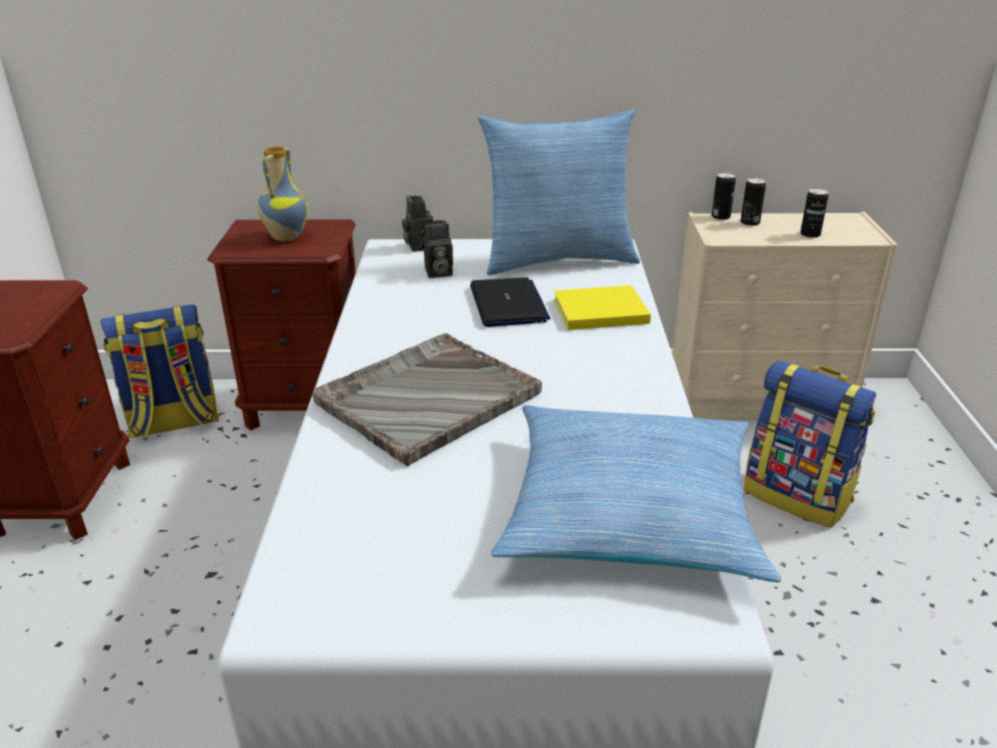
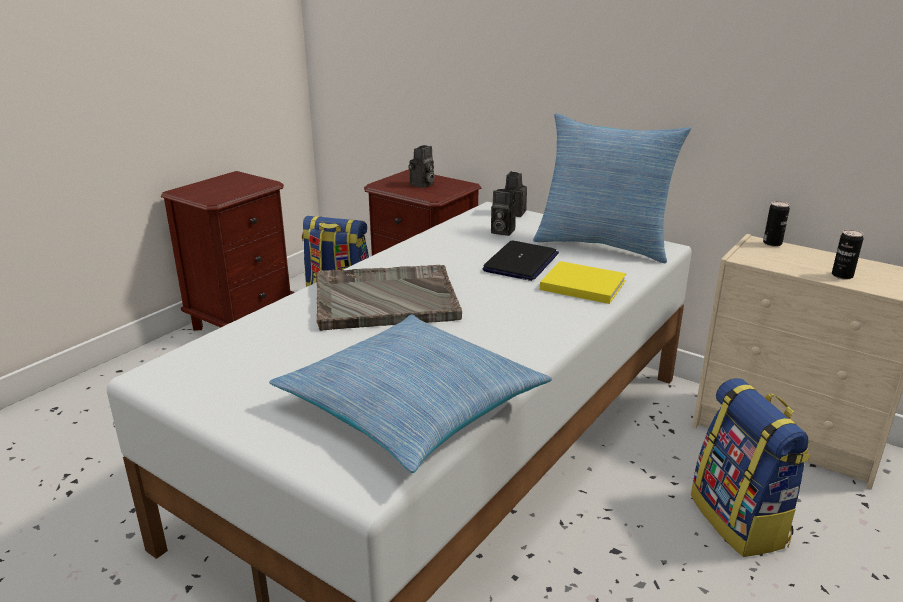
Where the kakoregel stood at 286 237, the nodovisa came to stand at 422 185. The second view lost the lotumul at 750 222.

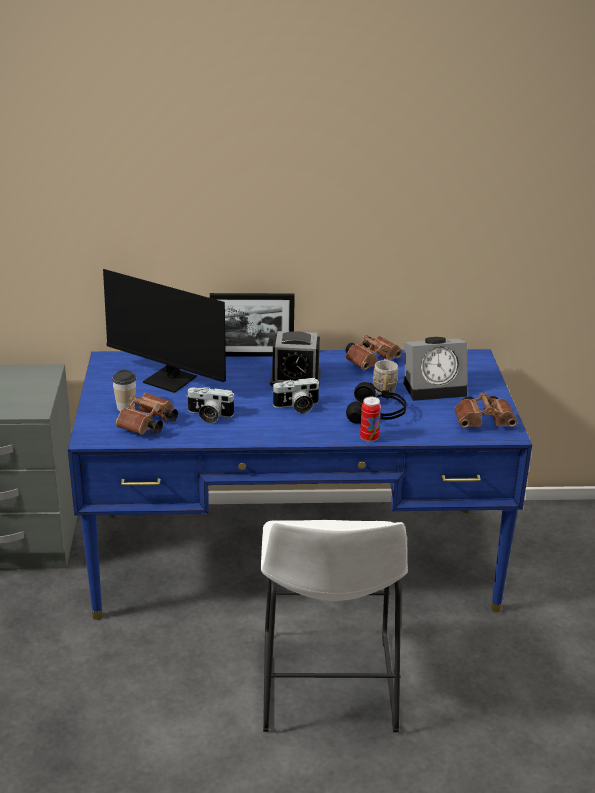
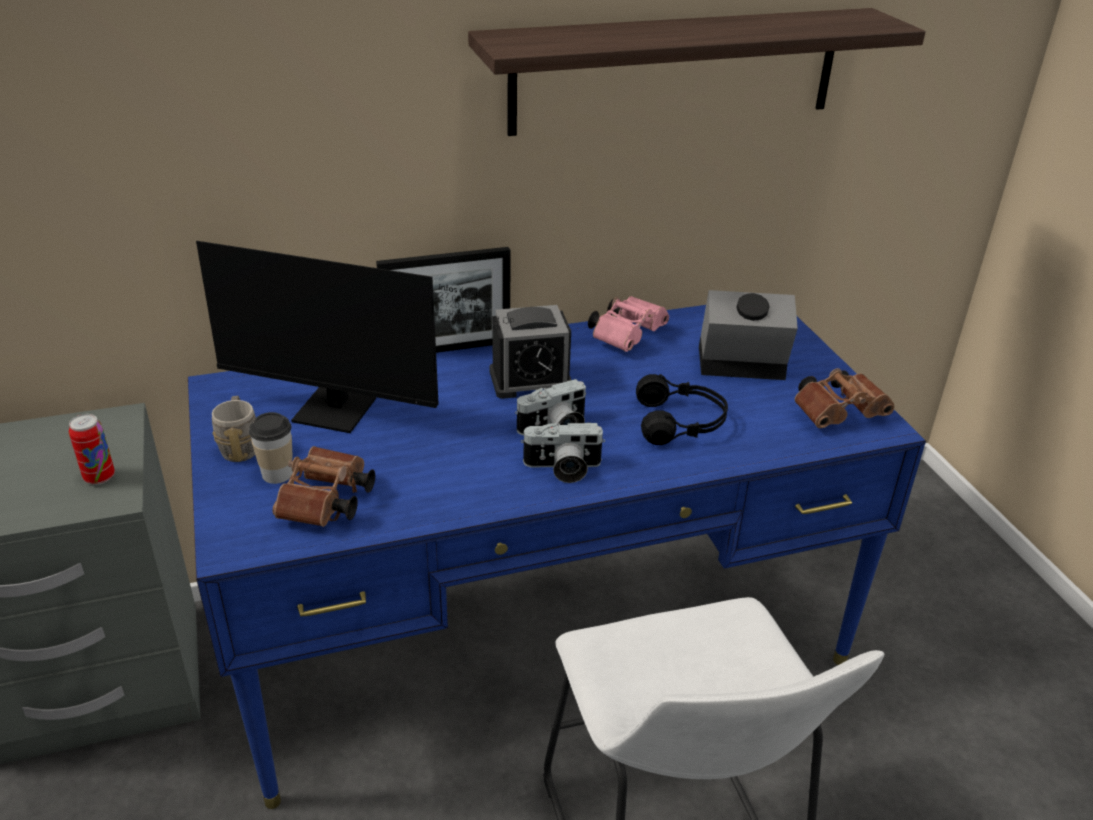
The nodovisa ended up elsewhere, having gone from 209 416 to 562 469. What was the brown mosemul at 372 361 turned into the pink mosemul at 627 335. The lotumul ended up elsewhere, having gone from 369 438 to 99 477. The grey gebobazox ended up elsewhere, having gone from 384 388 to 240 446. The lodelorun at 435 387 ended up facing another way, 150 degrees counterclockwise from before. The second view gained the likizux at 676 71.

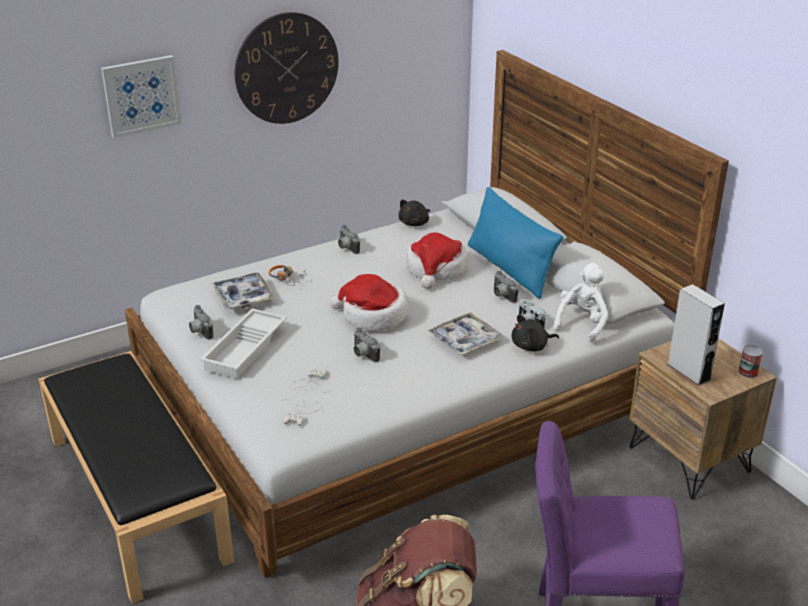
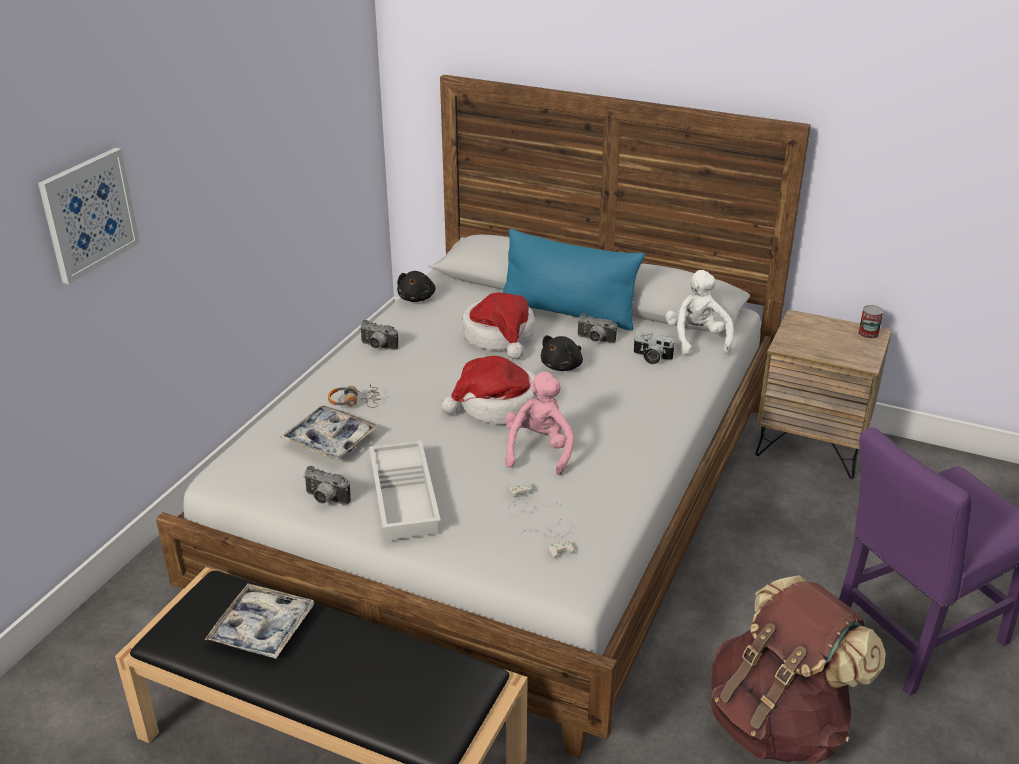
The second view lost the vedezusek at 286 68. Where the nodovisa stood at 363 355, the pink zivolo came to stand at 539 450. The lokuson ended up elsewhere, having gone from 465 340 to 262 629. The black zivolo ended up elsewhere, having gone from 531 346 to 563 366. The second view lost the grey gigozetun at 688 372.

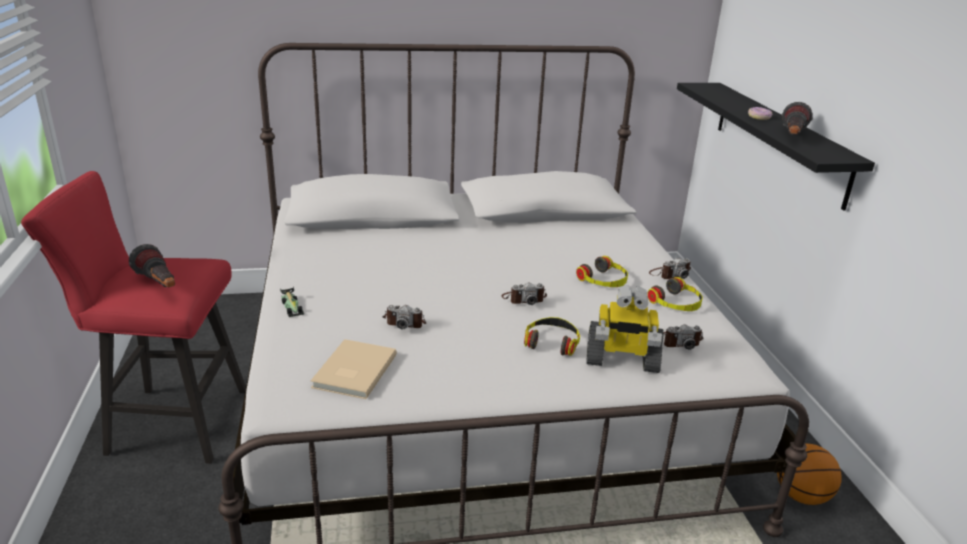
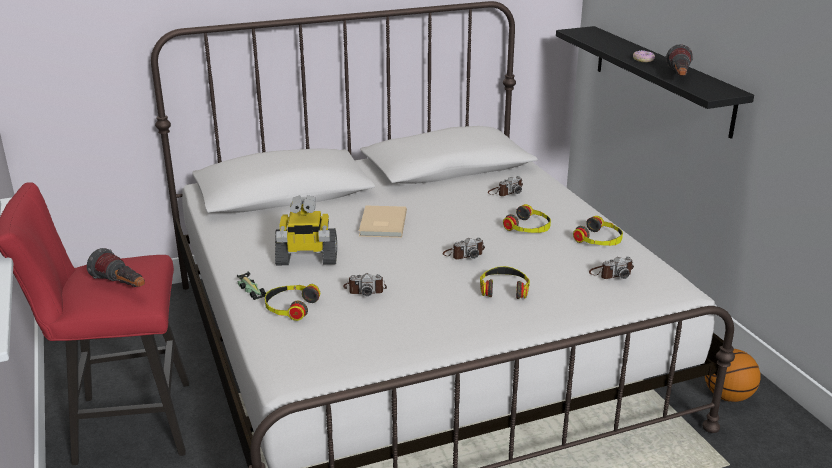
The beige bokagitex ended up elsewhere, having gone from 352 371 to 381 224. The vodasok ended up elsewhere, having gone from 621 359 to 306 258. The nodovisa ended up elsewhere, having gone from 669 274 to 505 192. The second view gained the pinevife at 290 307.

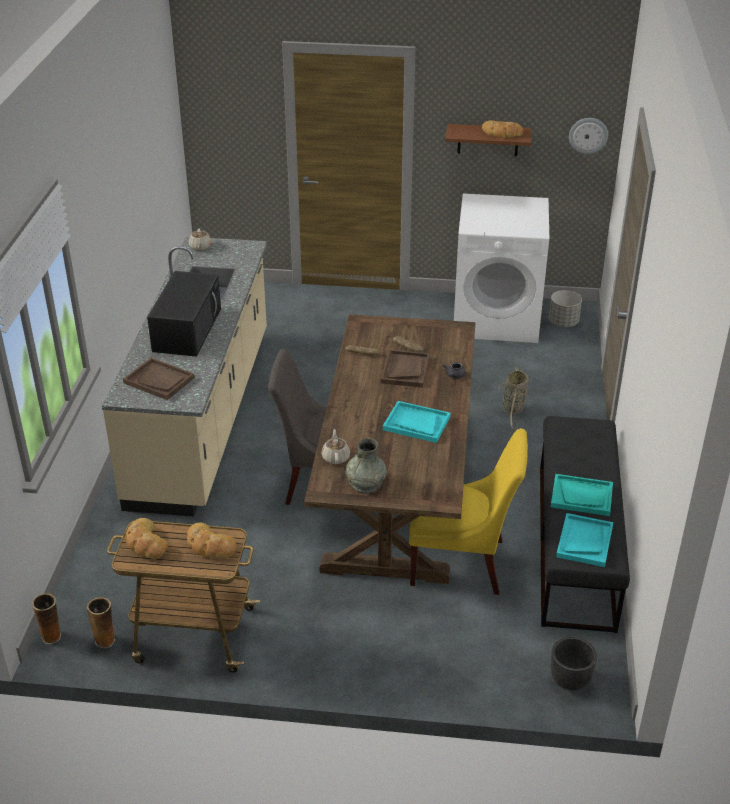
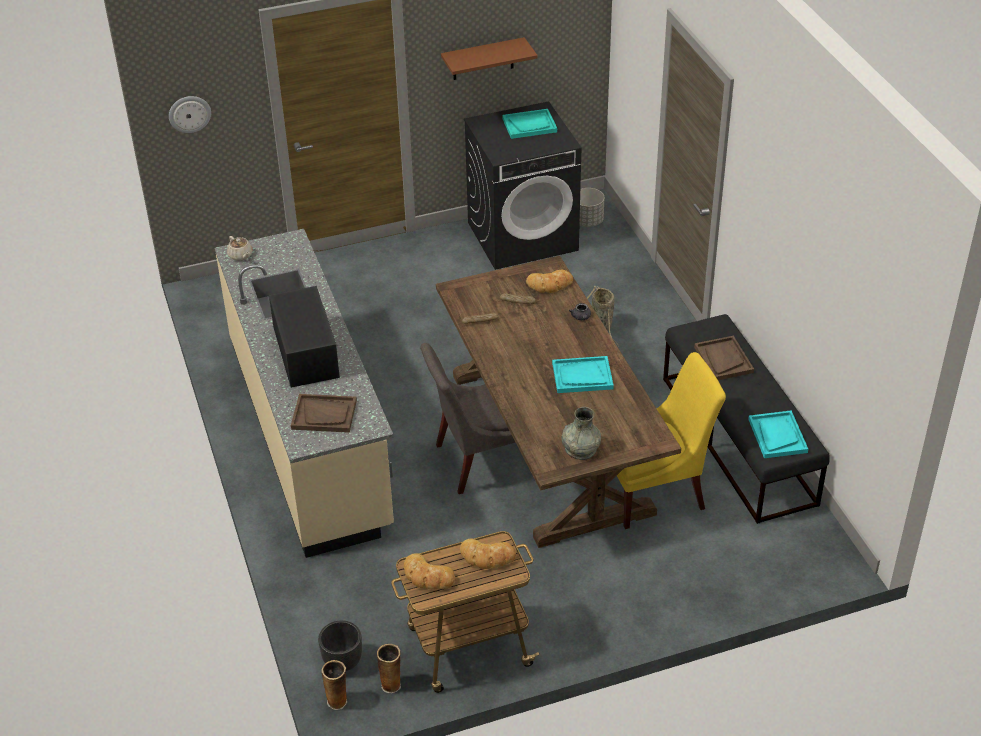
The second view lost the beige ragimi at 336 457. The brown lokuson ended up elsewhere, having gone from 405 370 to 723 360. What was the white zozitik at 497 319 turned into the black zozitik at 523 236. The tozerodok ended up elsewhere, having gone from 502 133 to 550 284. The turquoise lokuson ended up elsewhere, having gone from 581 496 to 529 125. The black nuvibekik ended up elsewhere, having gone from 570 681 to 343 662. The vedezusek ended up elsewhere, having gone from 588 135 to 189 113.

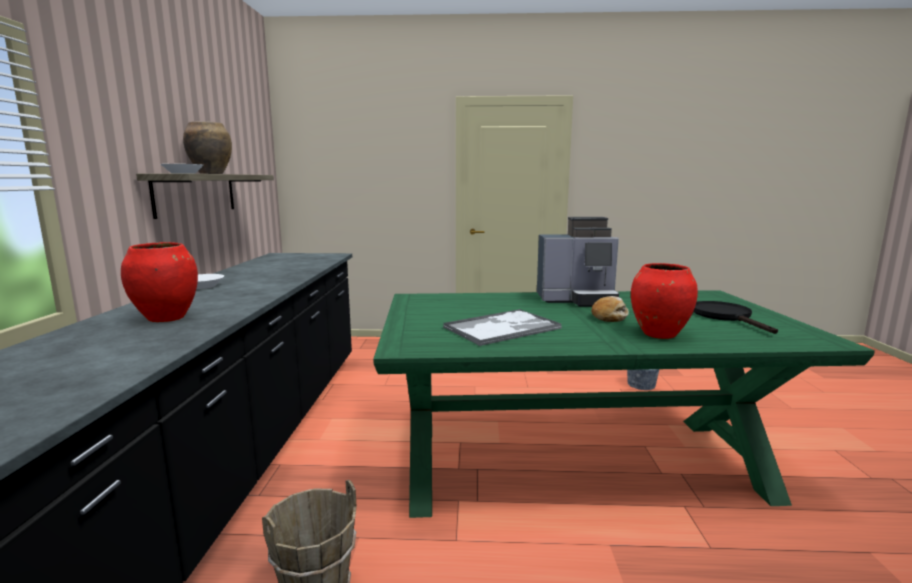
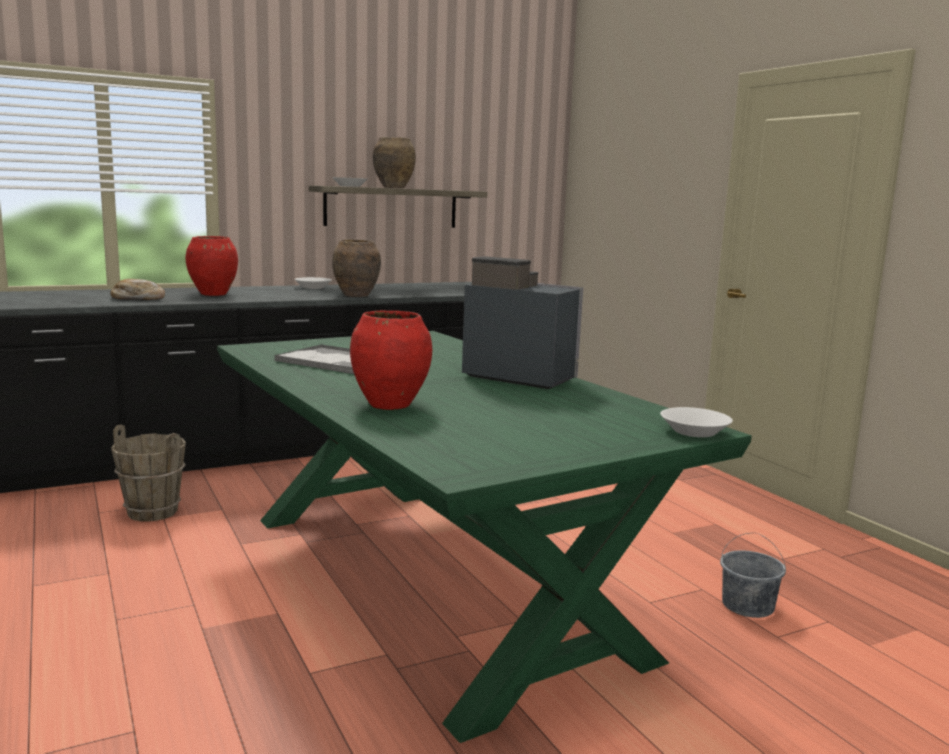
The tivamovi at 577 300 ended up facing another way, 150 degrees clockwise from before. The tozerodok ended up elsewhere, having gone from 609 316 to 137 298. The second view lost the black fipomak at 726 317. The second view gained the brown kakoregel at 356 295. The second view gained the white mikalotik at 694 431.

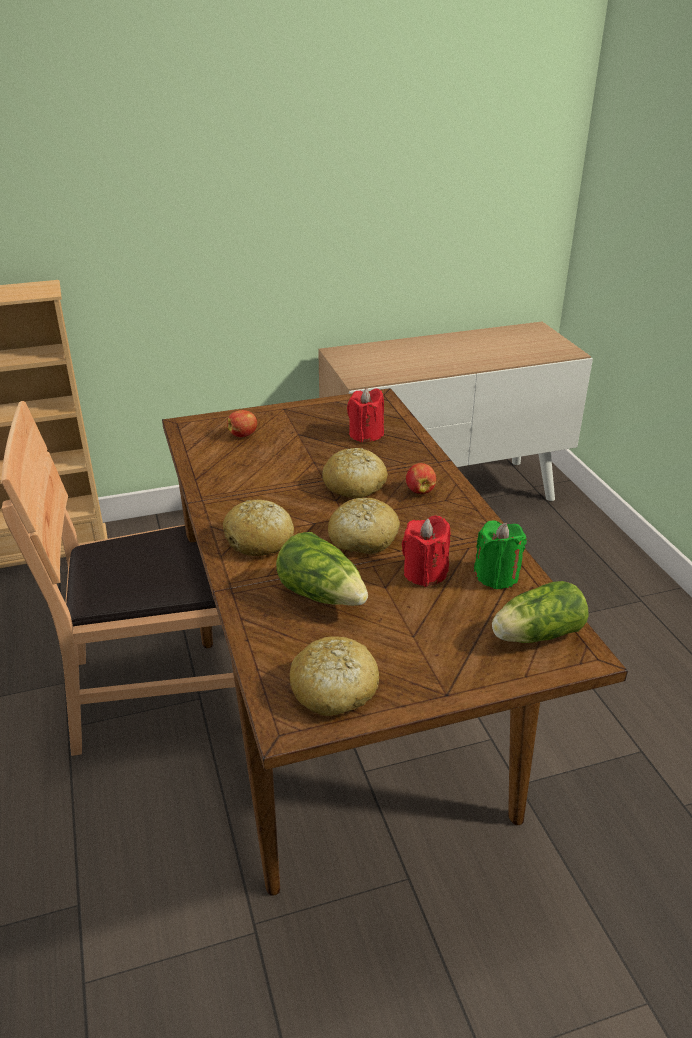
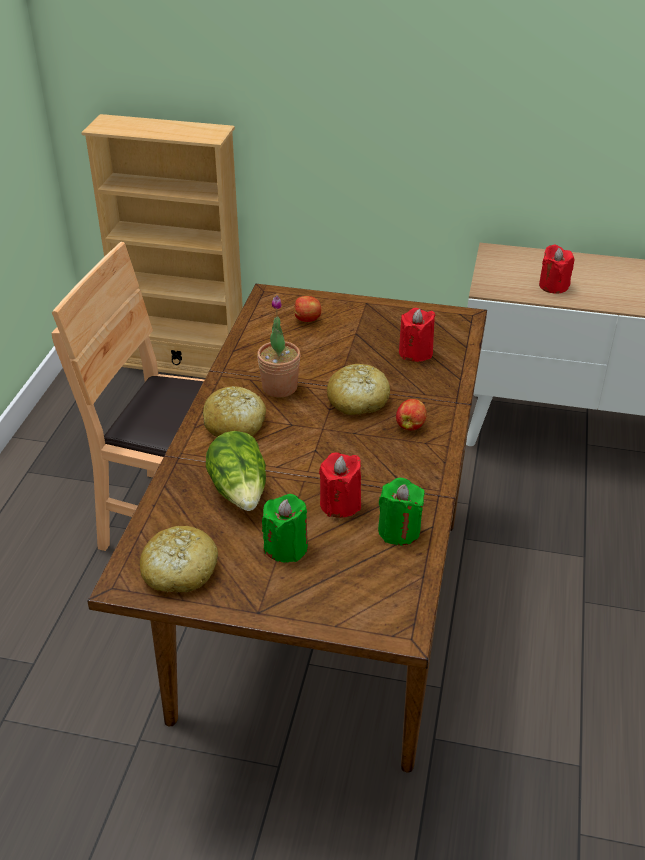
The second view lost the tozerodok at 363 538. The second view lost the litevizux at 534 635. The second view gained the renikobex at 279 387. The second view gained the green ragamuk at 286 547. The second view gained the red ragamuk at 553 286.

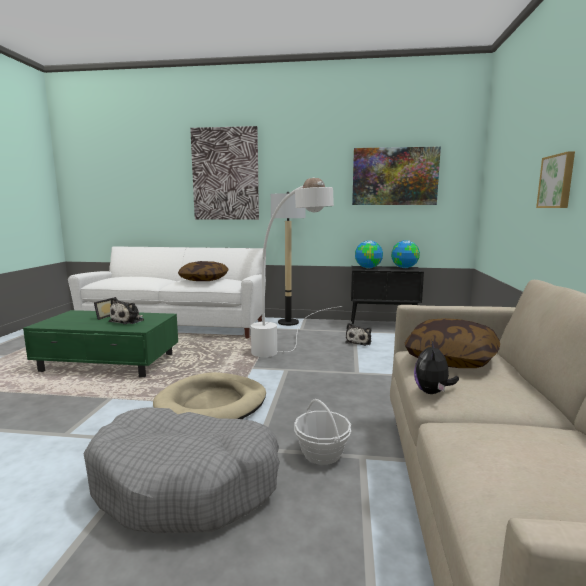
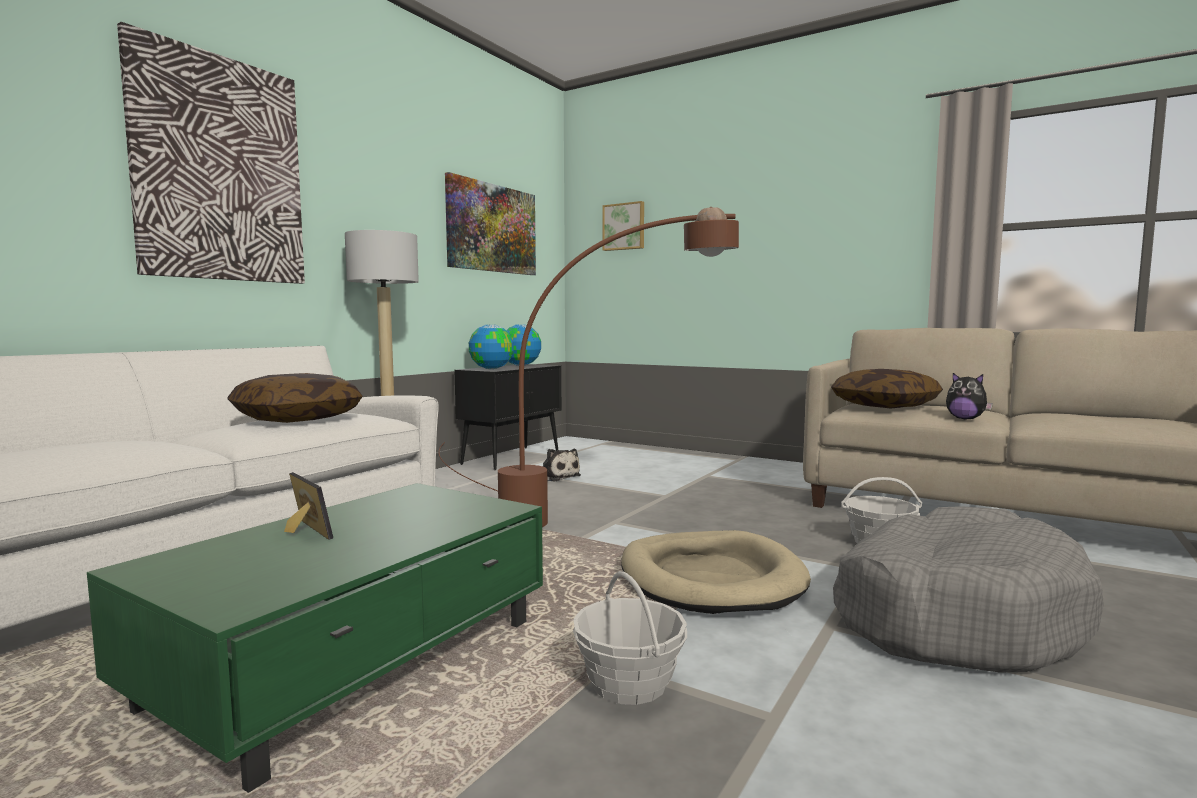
The second view lost the zivolo at 128 321. What was the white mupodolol at 292 360 turned into the brown mupodolol at 581 514. The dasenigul ended up elsewhere, having gone from 557 181 to 624 226. The second view gained the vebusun at 629 683.

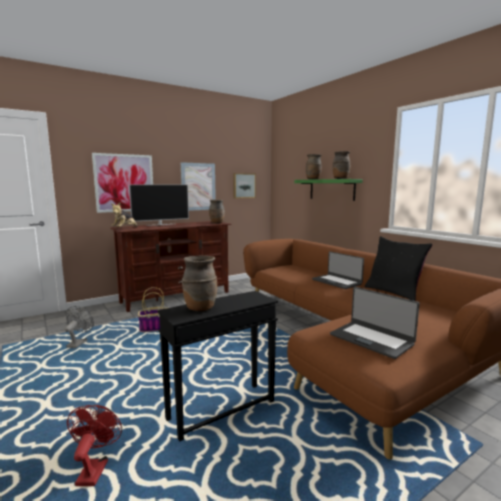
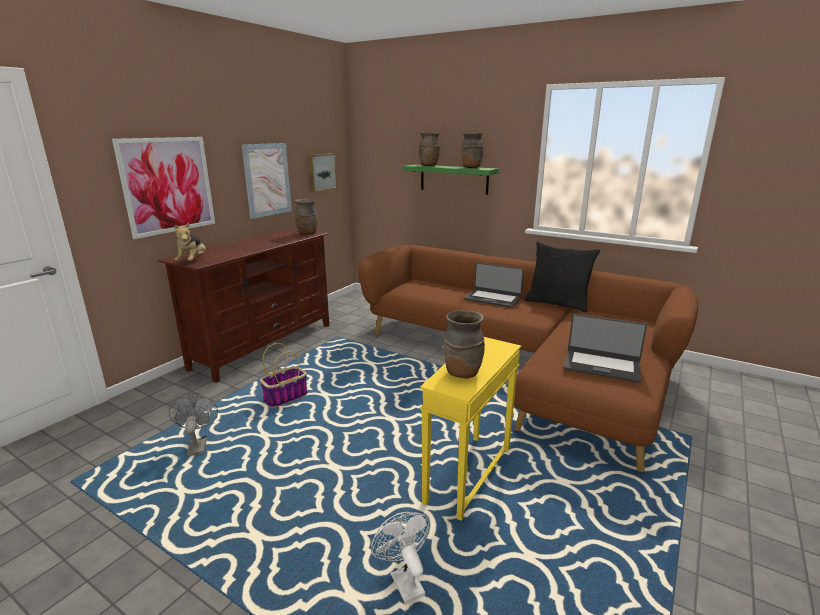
What was the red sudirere at 94 468 turned into the white sudirere at 403 580. The second view lost the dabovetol at 160 224. What was the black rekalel at 221 410 turned into the yellow rekalel at 467 475.

